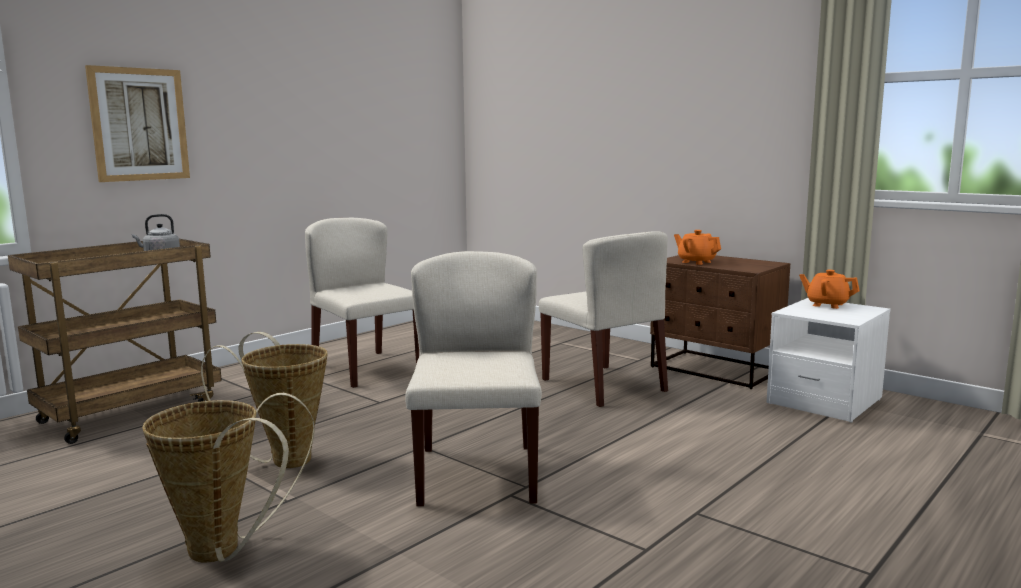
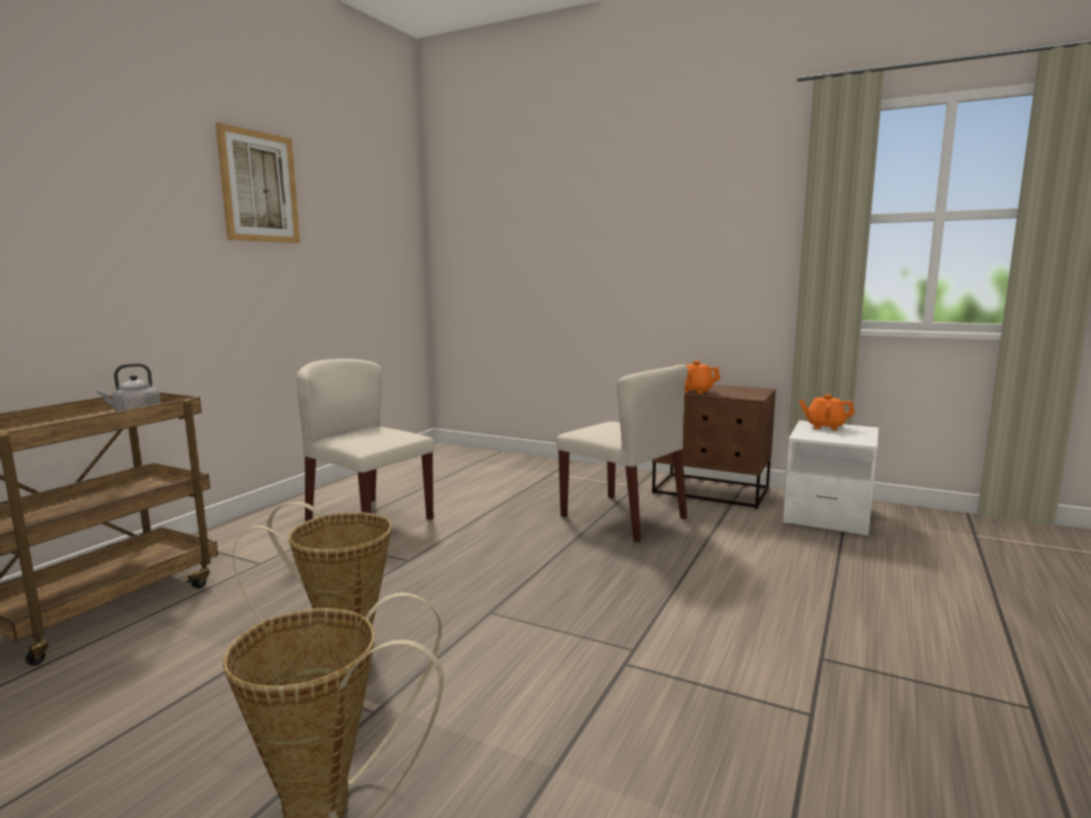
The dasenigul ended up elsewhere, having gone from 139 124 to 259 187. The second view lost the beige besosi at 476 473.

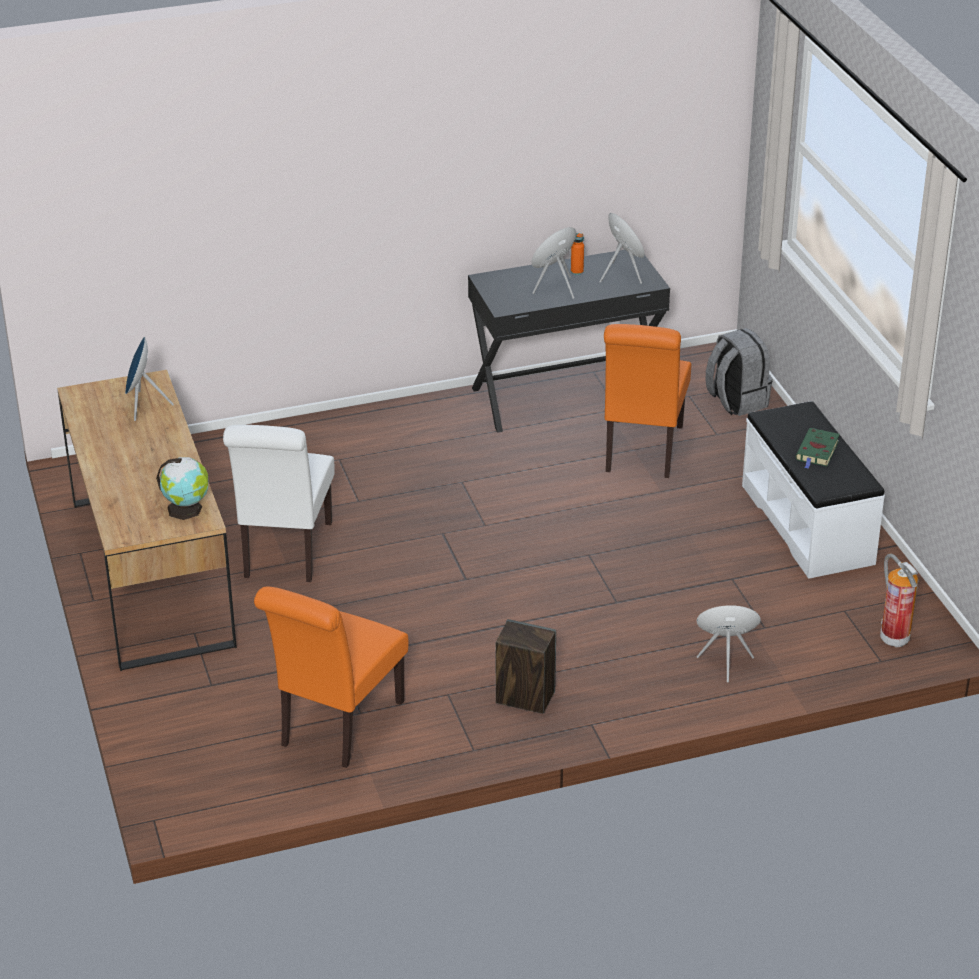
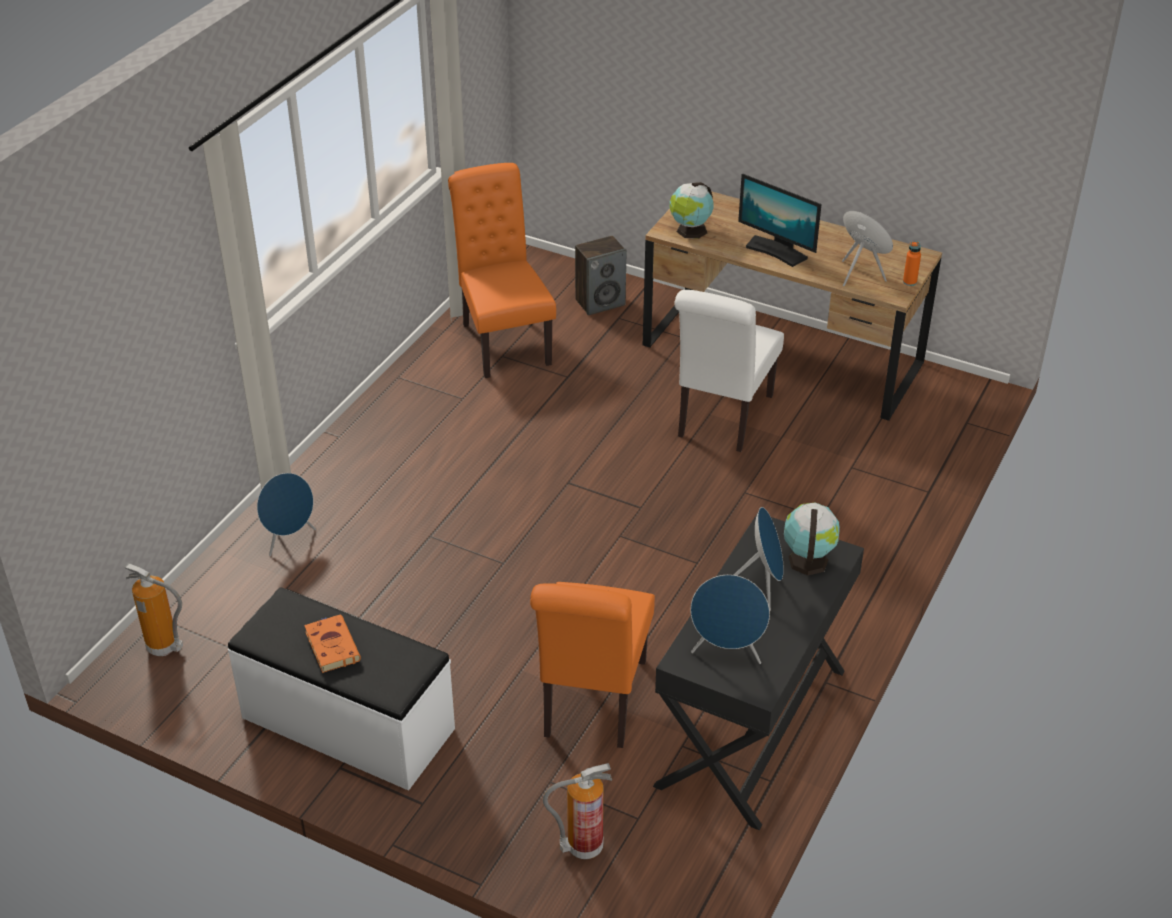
The white besosi at 285 554 ended up facing another way, 120 degrees counterclockwise from before. The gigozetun ended up elsewhere, having gone from 524 698 to 600 302. The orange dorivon ended up elsewhere, having gone from 577 272 to 909 282. The orange besosi at 642 452 ended up facing another way, 135 degrees counterclockwise from before. Where the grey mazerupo stood at 736 401, the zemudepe came to stand at 582 847. What was the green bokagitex at 817 451 turned into the orange bokagitex at 331 645. The second view gained the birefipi at 776 251. The second view gained the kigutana at 808 559.

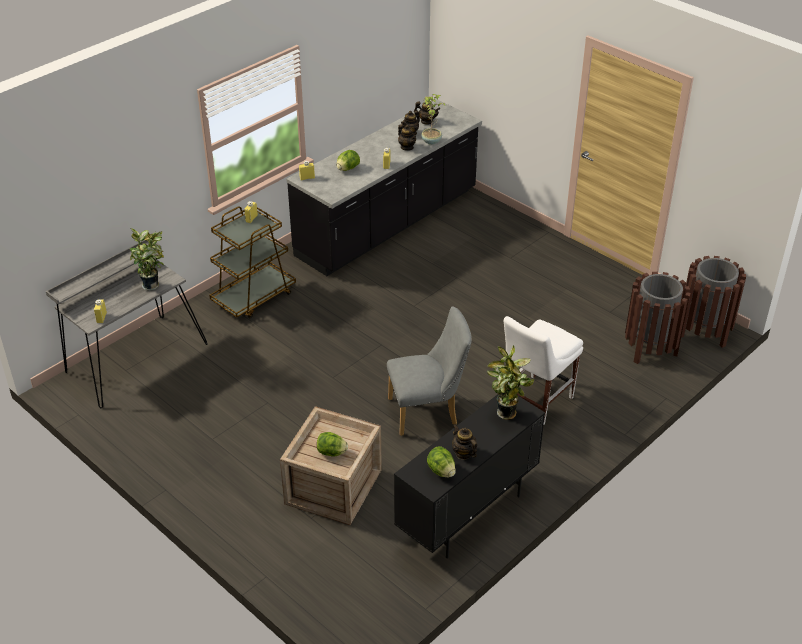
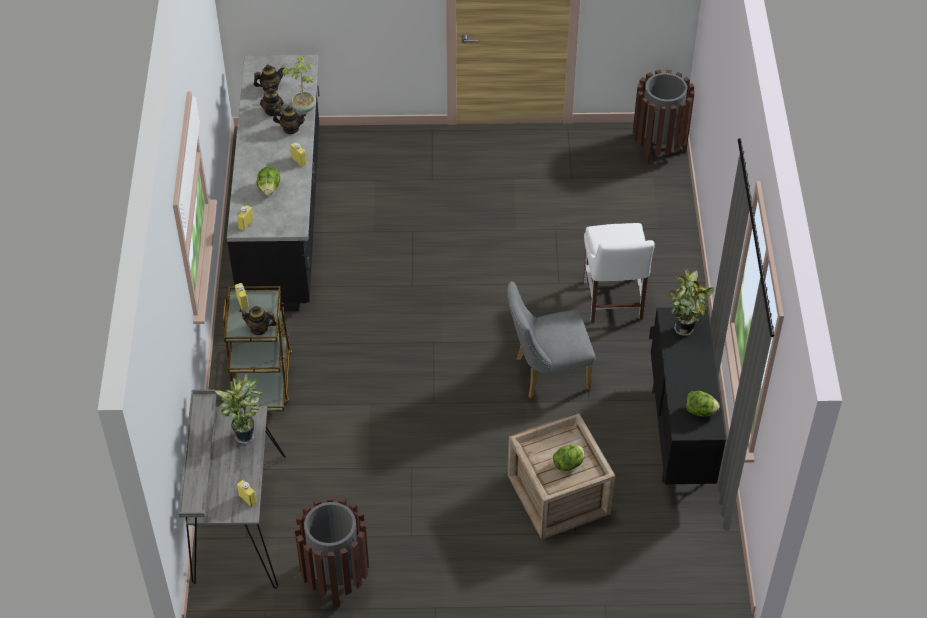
The grey besosi at 428 411 ended up facing another way, 135 degrees counterclockwise from before. The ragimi ended up elsewhere, having gone from 463 453 to 259 329. The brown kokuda ended up elsewhere, having gone from 650 349 to 336 578.

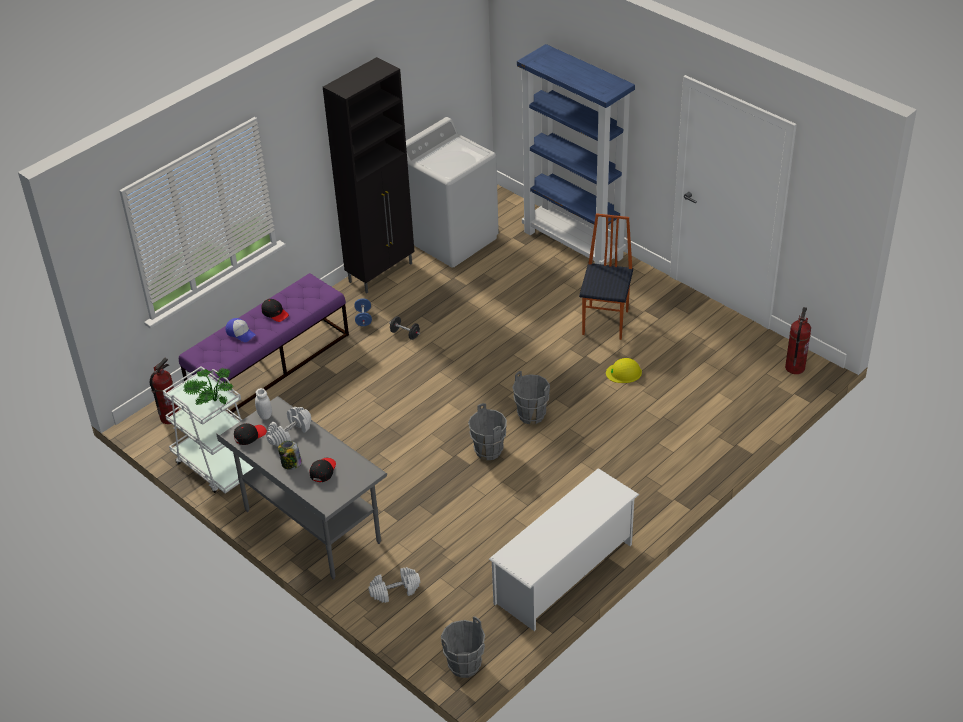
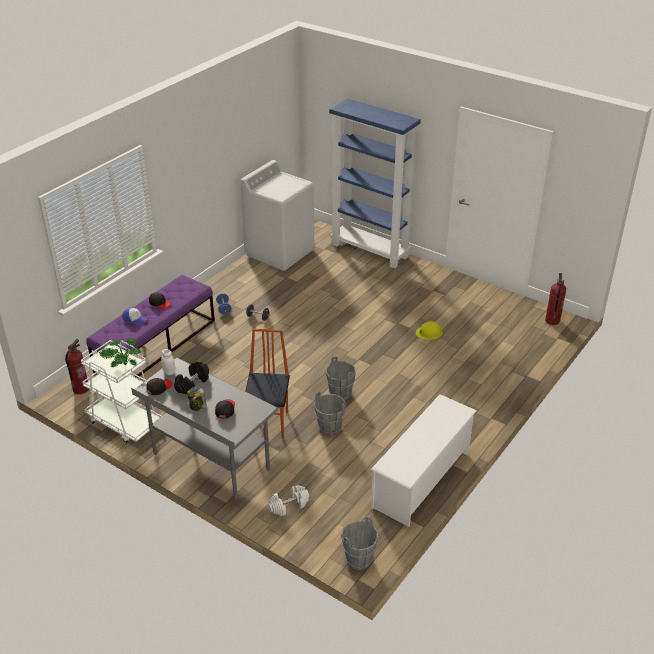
What was the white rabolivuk at 290 433 turned into the black rabolivuk at 192 384. The second view lost the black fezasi at 381 272. The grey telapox ended up elsewhere, having gone from 531 415 to 329 428. The besosi ended up elsewhere, having gone from 606 322 to 269 423.

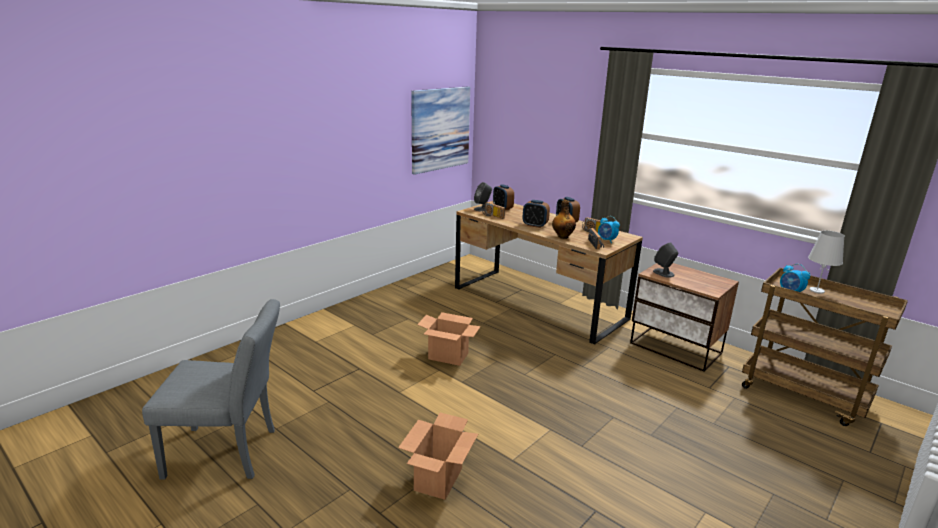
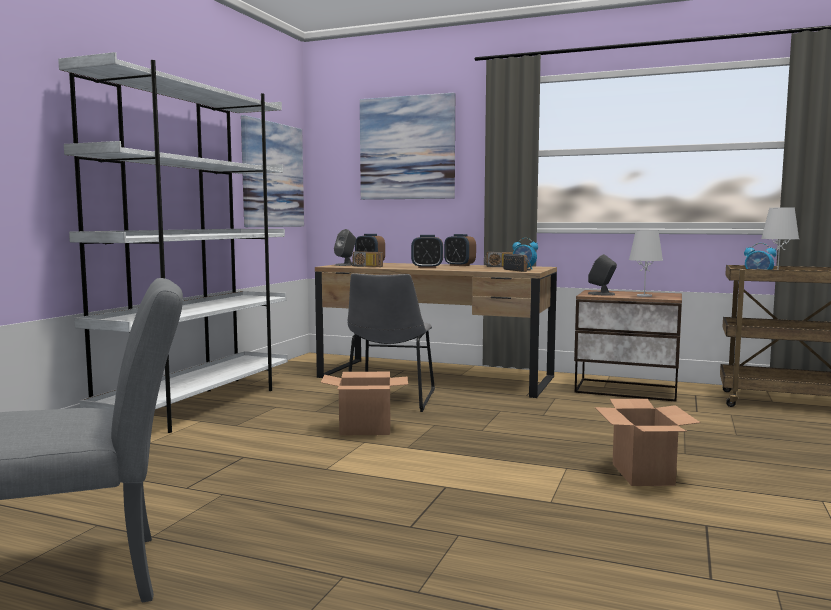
The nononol ended up elsewhere, having gone from 438 480 to 643 474. The second view lost the dorivon at 562 236. The second view gained the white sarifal at 199 406. The second view gained the grey besosi at 390 400. The second view gained the dasenigul at 407 148. The second view gained the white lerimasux at 644 296.

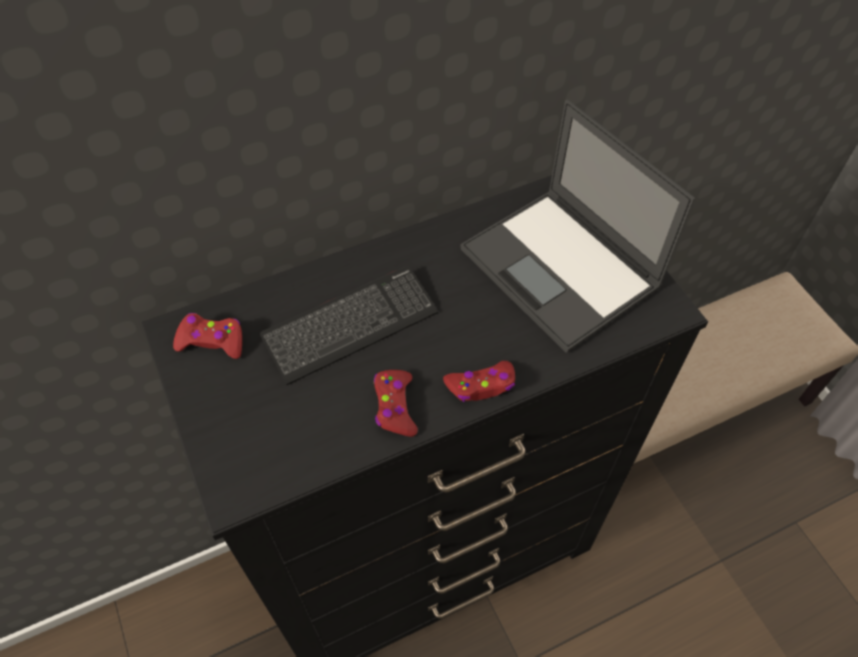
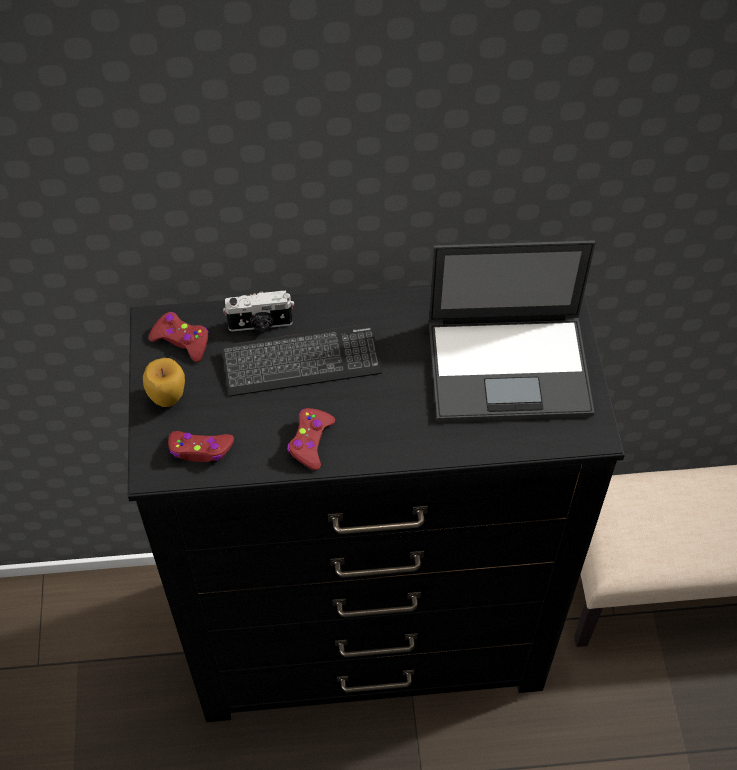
The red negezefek ended up elsewhere, having gone from 481 386 to 200 450. The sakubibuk at 561 269 ended up facing another way, 75 degrees counterclockwise from before. The second view gained the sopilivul at 168 397. The second view gained the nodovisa at 260 324.

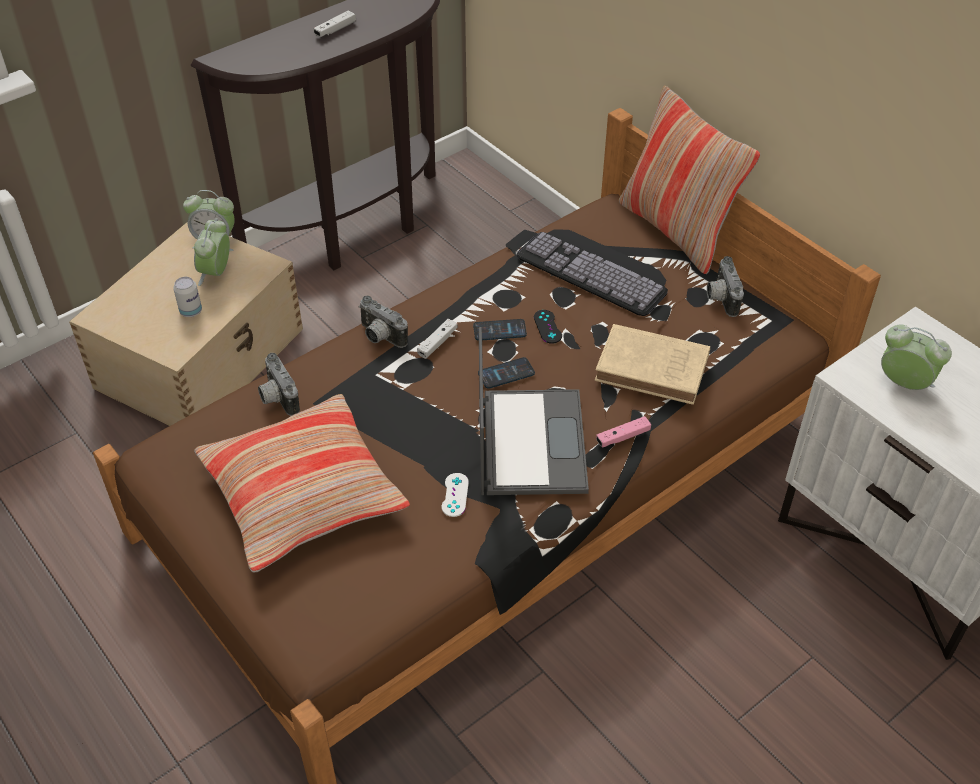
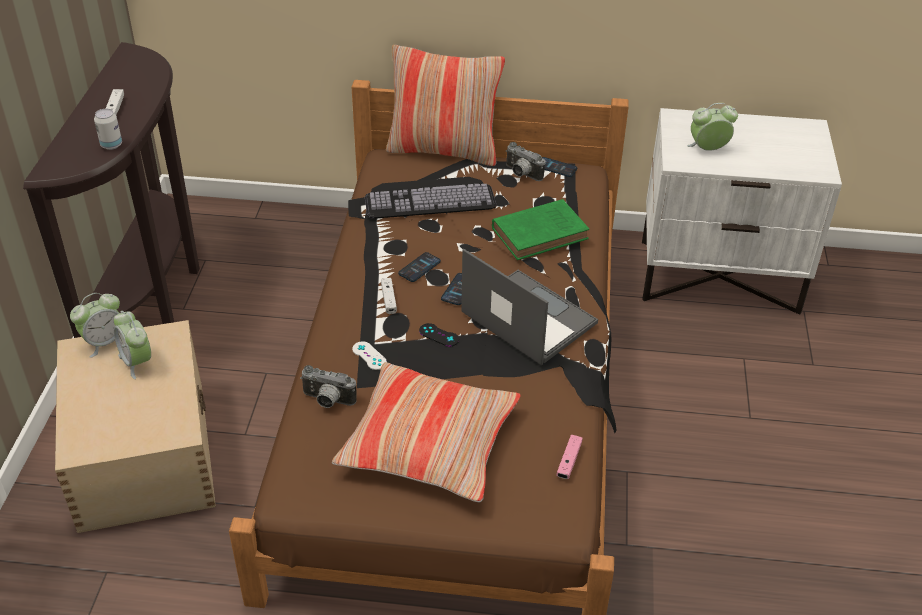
The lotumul ended up elsewhere, having gone from 191 311 to 111 145. The second view lost the nodovisa at 379 337. The white negezefek ended up elsewhere, having gone from 455 495 to 369 356. The black negezefek ended up elsewhere, having gone from 547 327 to 439 335. What was the beige bokagitex at 655 369 turned into the green bokagitex at 542 233. The pink negezefek ended up elsewhere, having gone from 623 437 to 569 461. The second view gained the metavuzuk at 556 167.

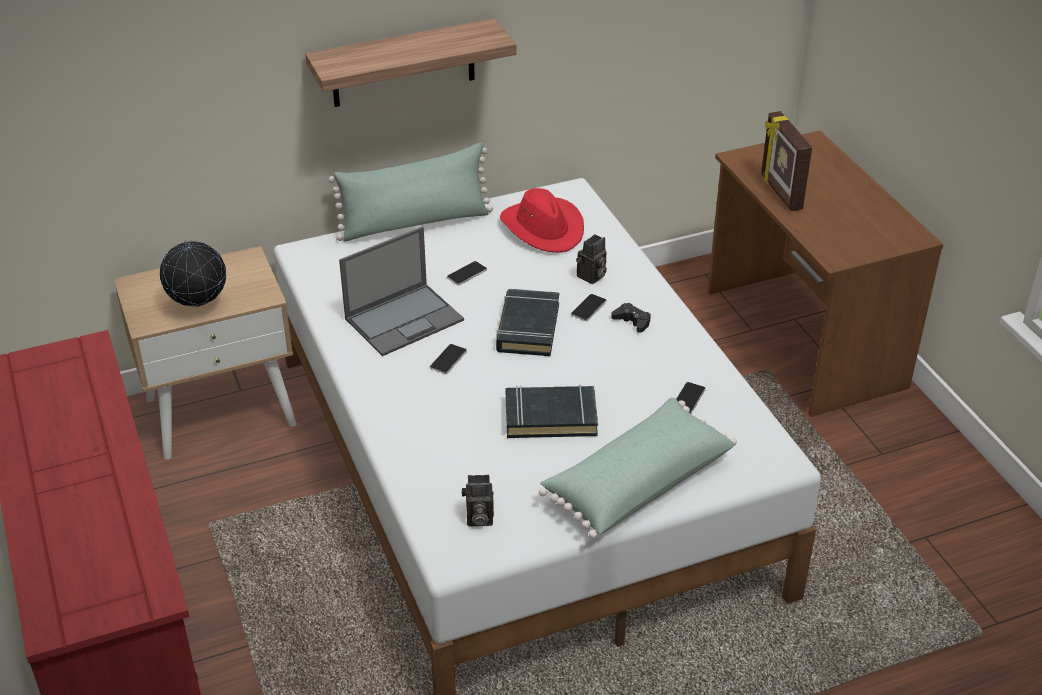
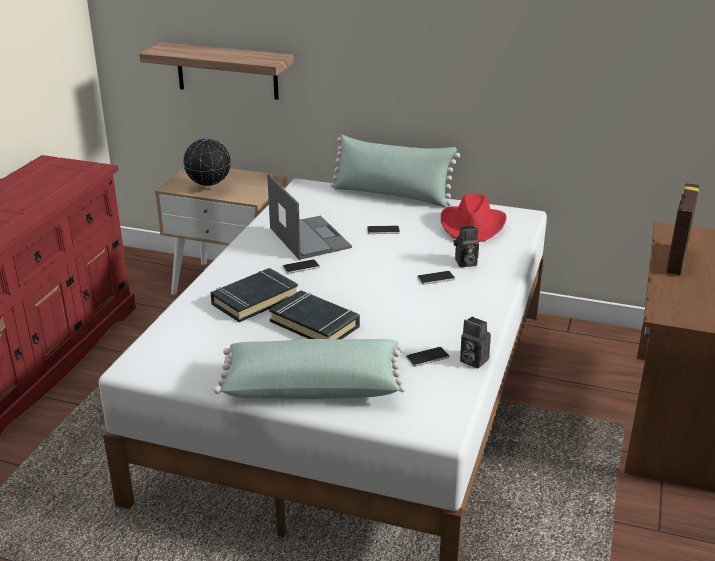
The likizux ended up elsewhere, having gone from 403 64 to 227 71. The sakubibuk at 405 319 ended up facing another way, 120 degrees counterclockwise from before. The nodovisa ended up elsewhere, having gone from 478 518 to 472 360. The black bokagitex ended up elsewhere, having gone from 527 328 to 254 300. The second view lost the black negezefek at 632 321.

